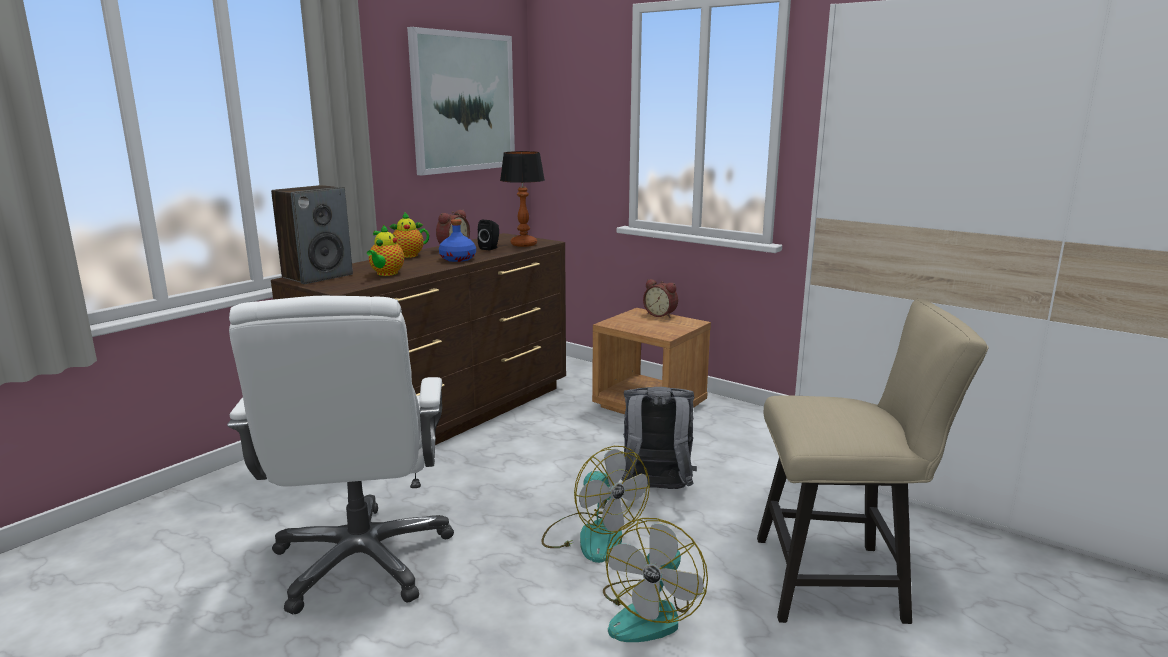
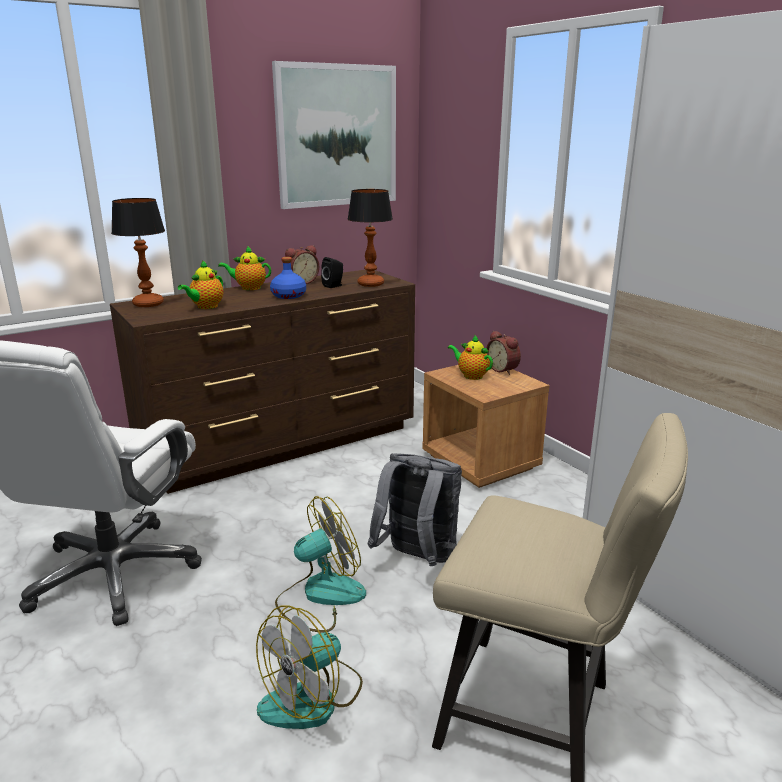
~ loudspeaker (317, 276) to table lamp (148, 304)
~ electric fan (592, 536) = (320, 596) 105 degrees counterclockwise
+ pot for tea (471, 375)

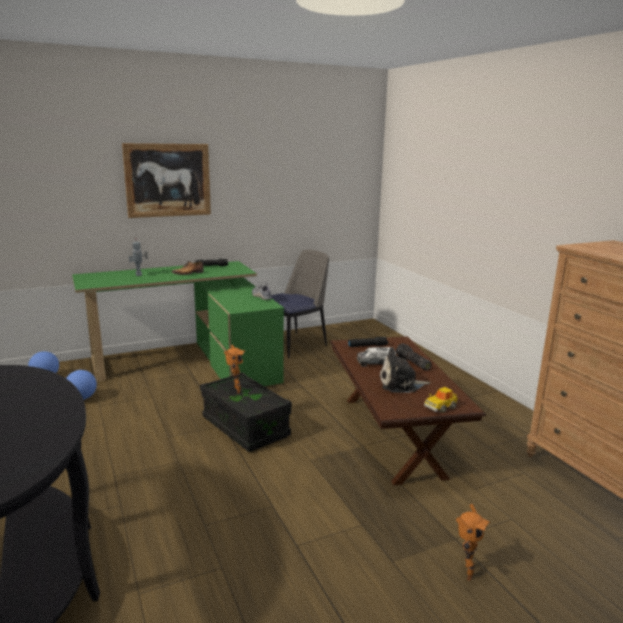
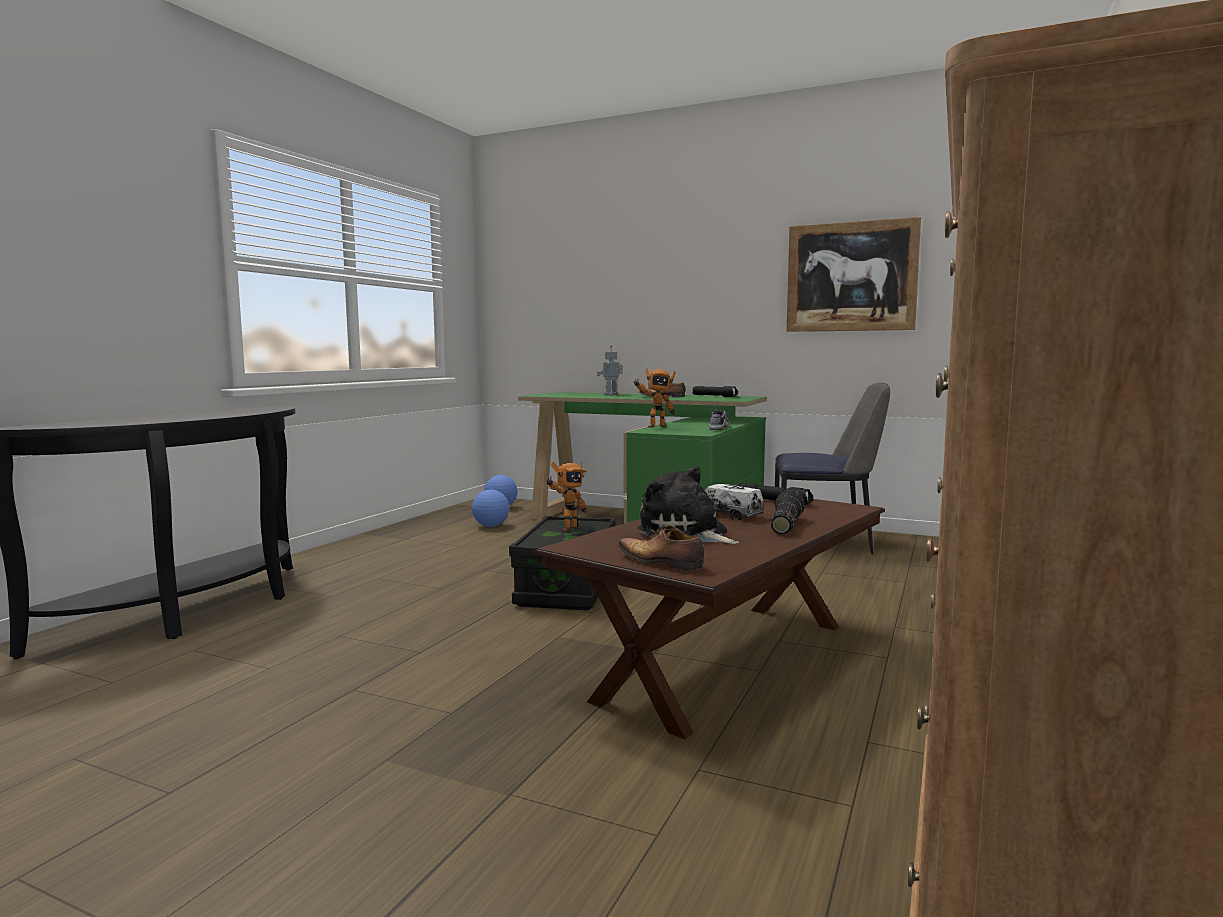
~ wall art (168, 180) to (851, 277)
~ toy car (440, 407) to item of footwear (660, 562)
~ model robot (465, 572) to (654, 426)

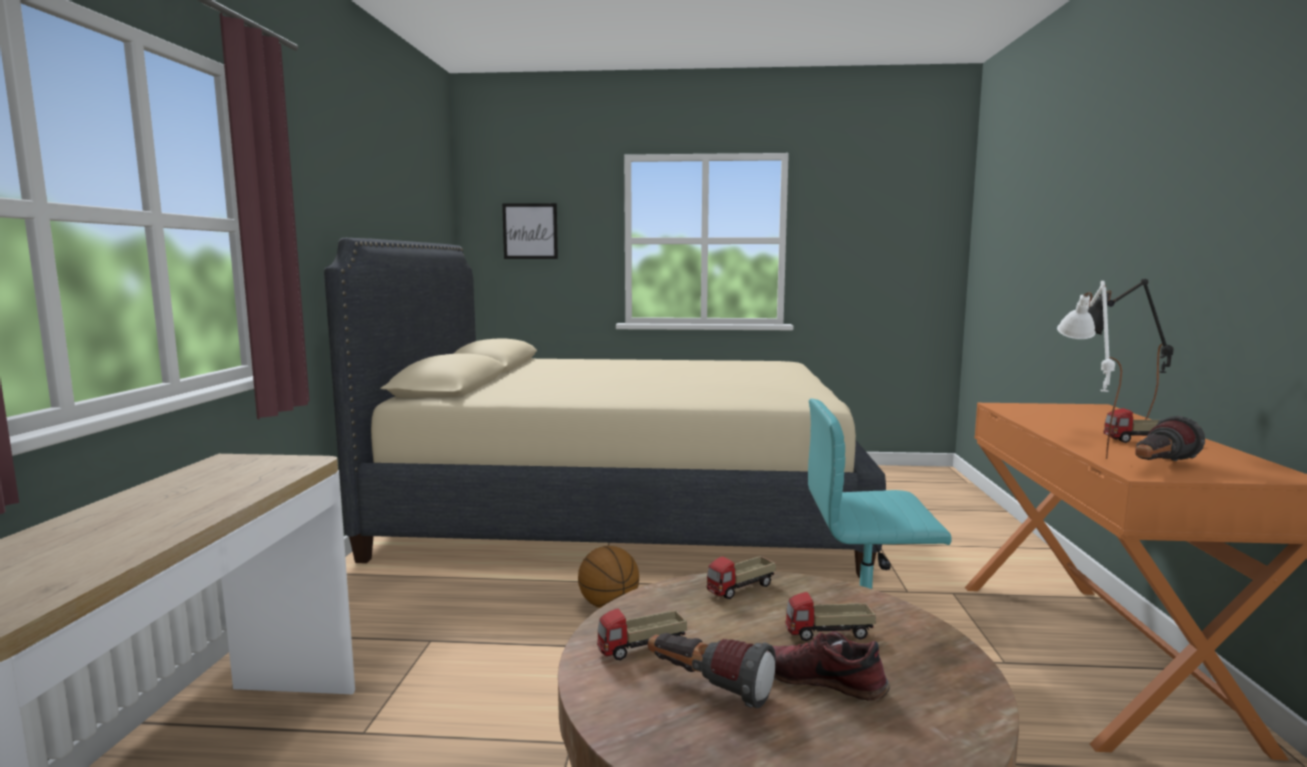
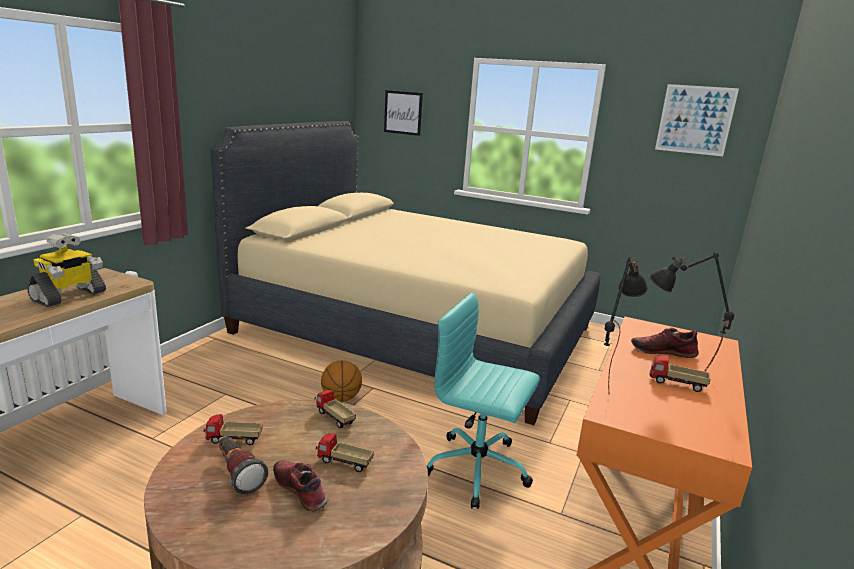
~ toy truck (741, 589) = (334, 418) 60 degrees clockwise
~ table lamp (whitish) (1077, 448) to table lamp (black-coloured) (607, 379)
- hand torch (1159, 467)
+ model robot (69, 296)
+ item of footwear (663, 351)
+ wall art (695, 120)

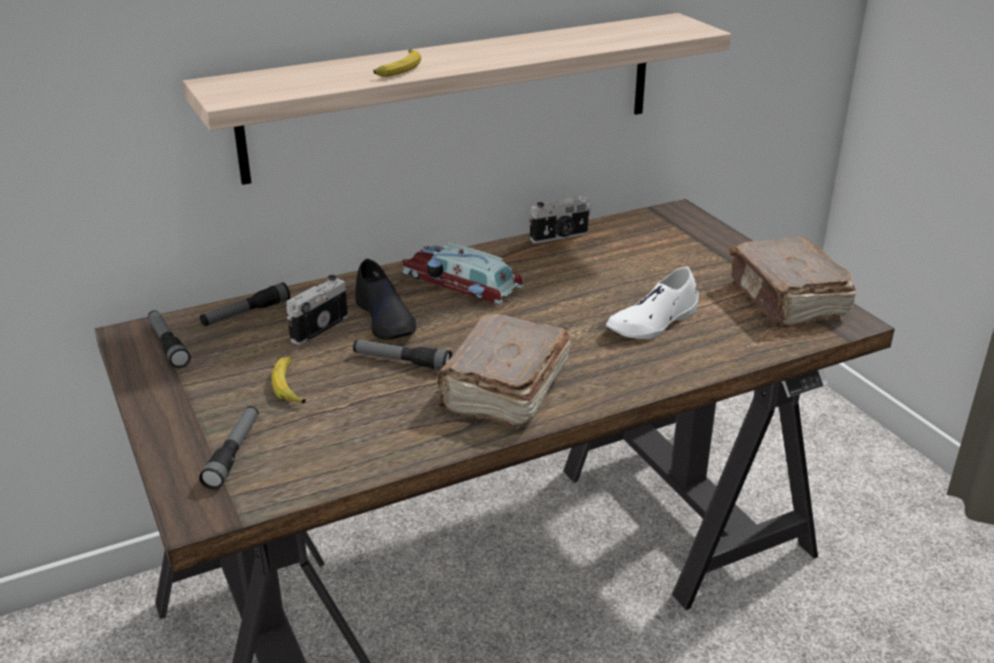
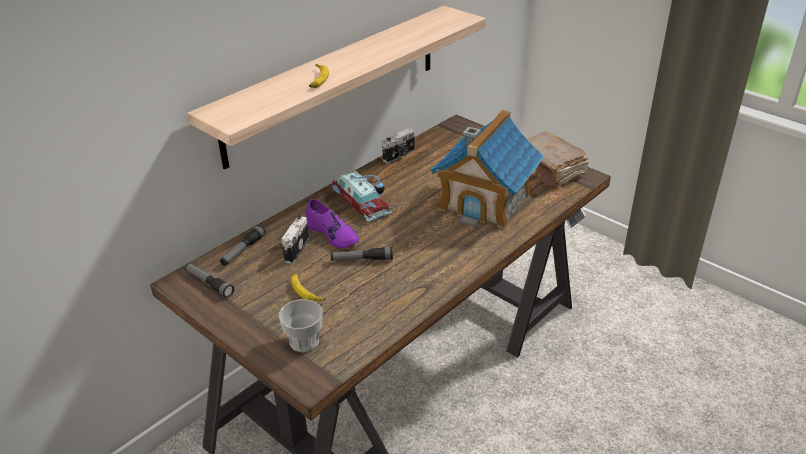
~ hand torch (233, 453) to cup (304, 341)
~ item of footwear (black-coloured) (385, 319) to item of footwear (purple) (332, 234)
~ toy car (461, 284) = (362, 200) 135 degrees counterclockwise
- book (brown) (503, 391)
~ item of footwear (whitish) (653, 322) to toy house (486, 201)

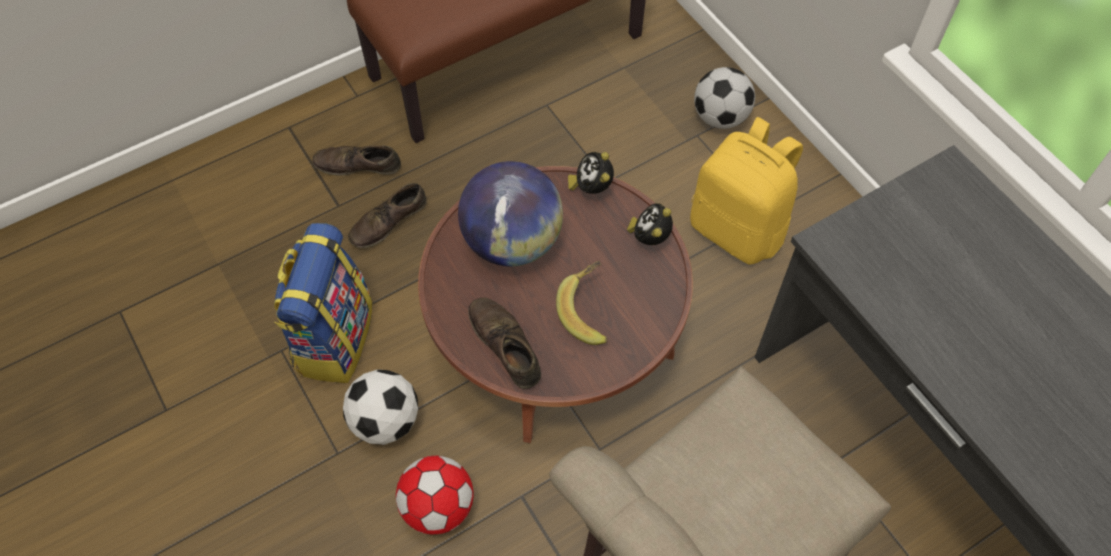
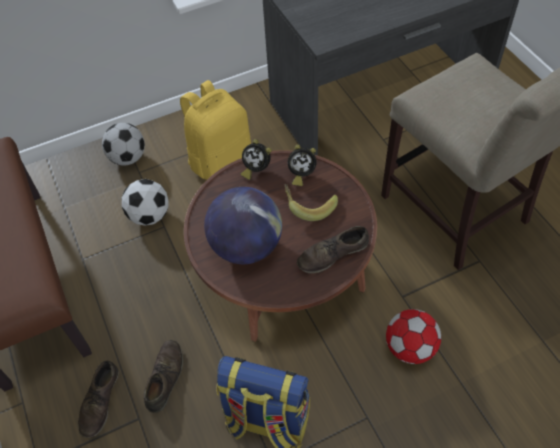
~ ball for football (385, 421) to (149, 215)
~ item of footwear (brown) (388, 222) = (164, 377) 135 degrees counterclockwise
~ table clock (591, 187) to (301, 174)

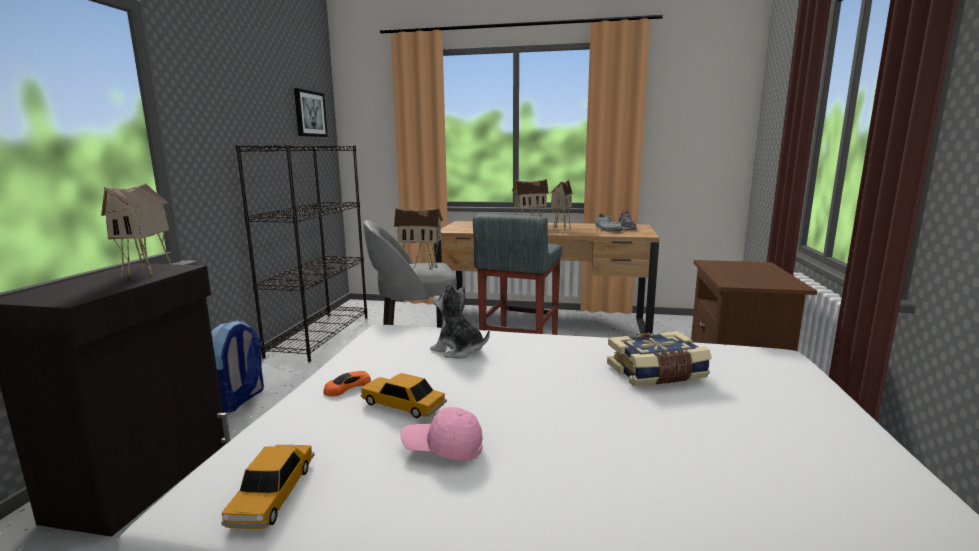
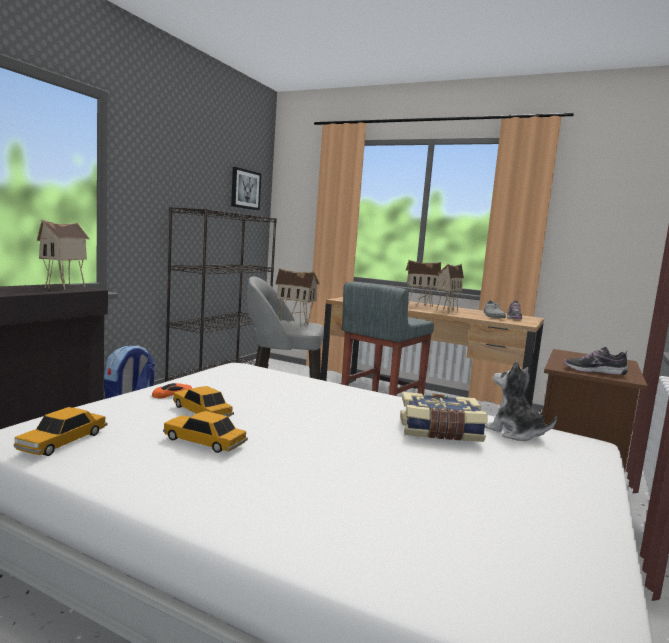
~ cap (pink-coloured) (443, 448) to toy car (204, 441)
~ soft toy (458, 350) to (515, 433)
+ item of footwear (594, 371)

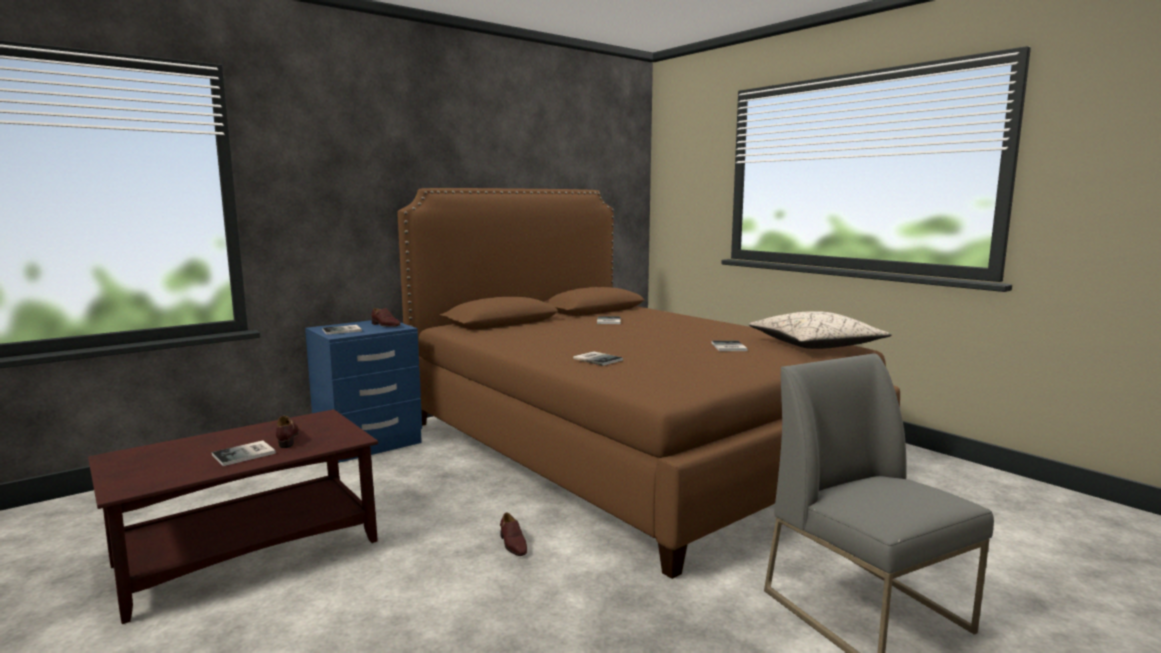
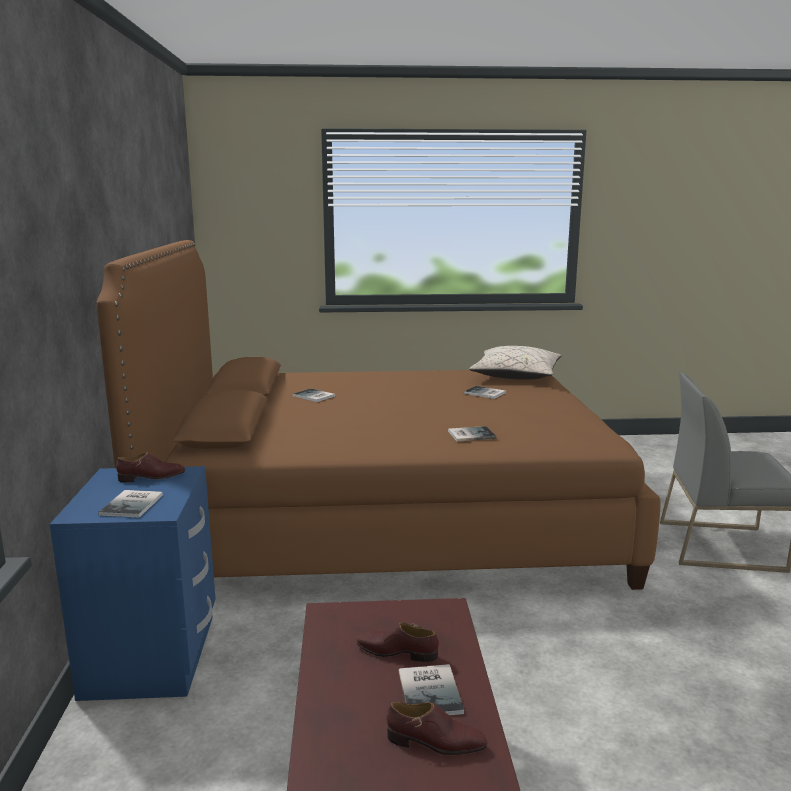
~ item of footwear (brown) (513, 544) to (436, 743)

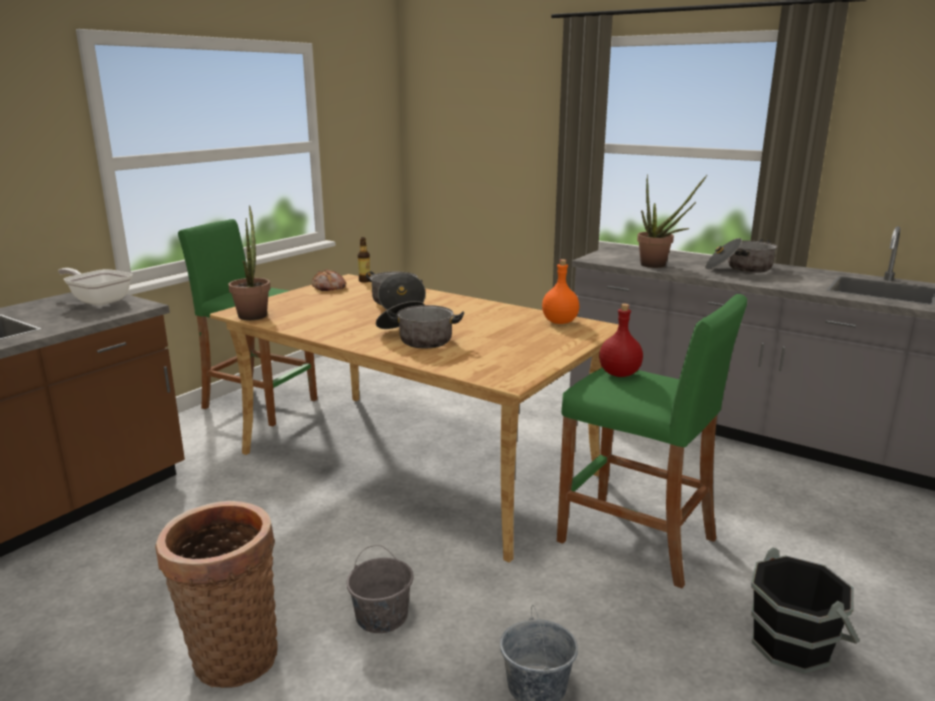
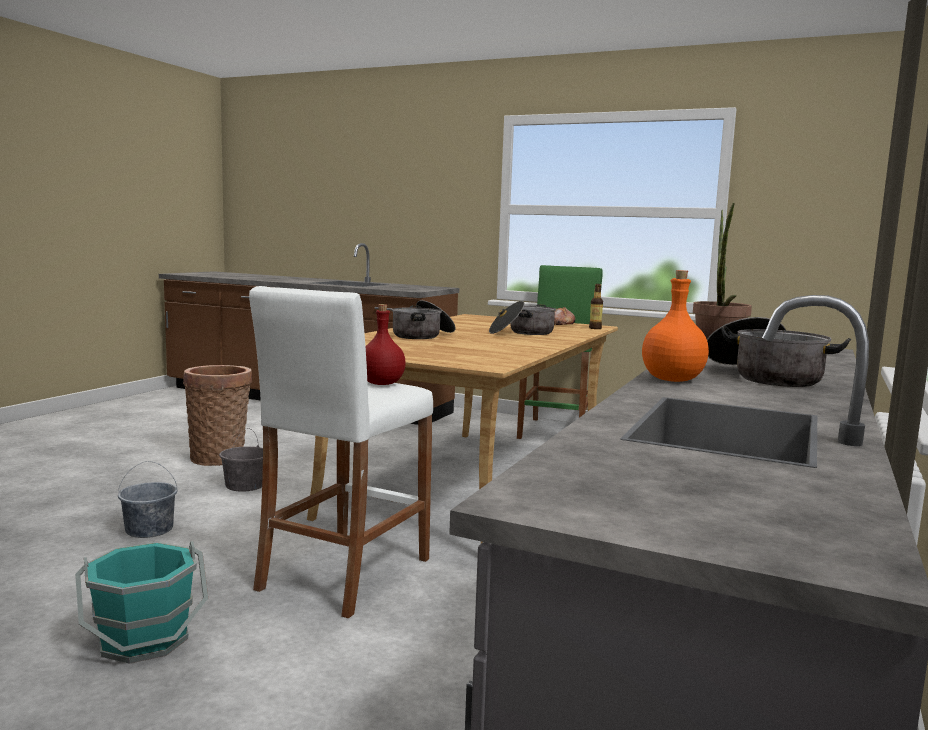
- frying pan (99, 300)
- houseplant (253, 314)
~ drink bottle (orange) (560, 322) to (673, 380)
~ sitting stool (green) (637, 540) to sitting stool (whitish) (344, 574)
~ pail (black-coloured) (791, 644) to pail (turquoise-coloured) (144, 640)

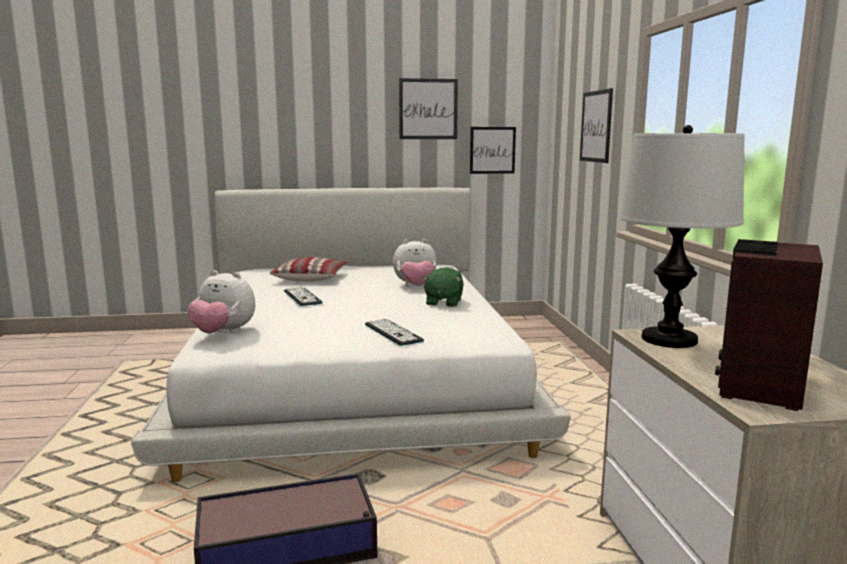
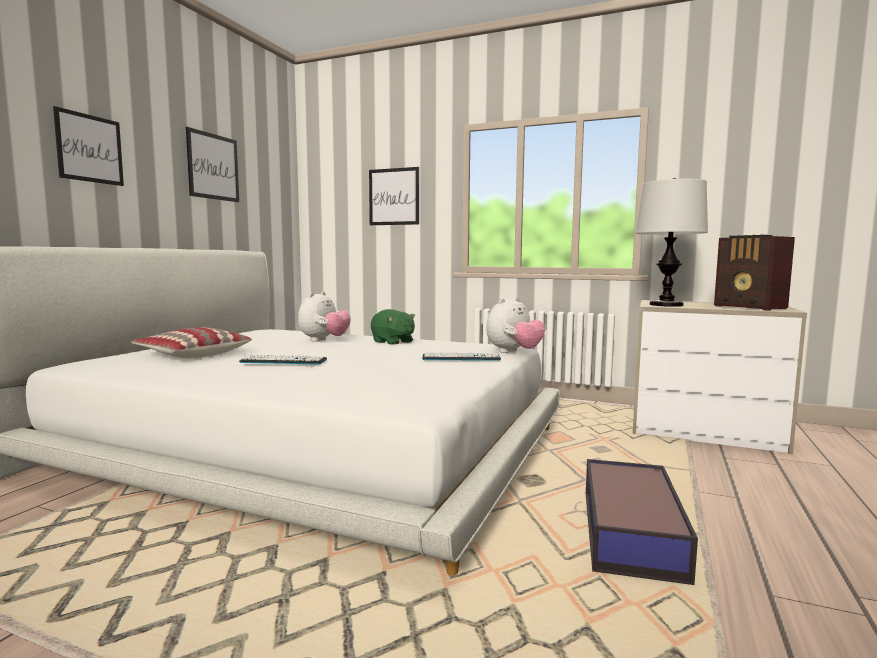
~ soft toy (223, 334) to (514, 352)
~ wall art (492, 150) to (89, 148)

